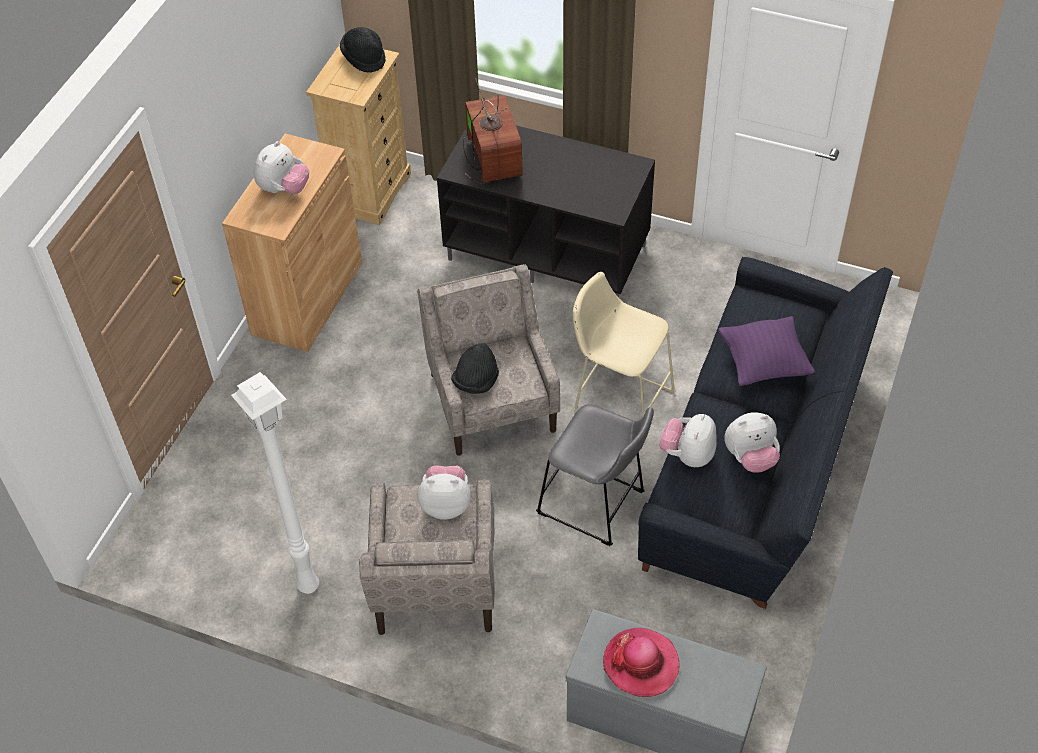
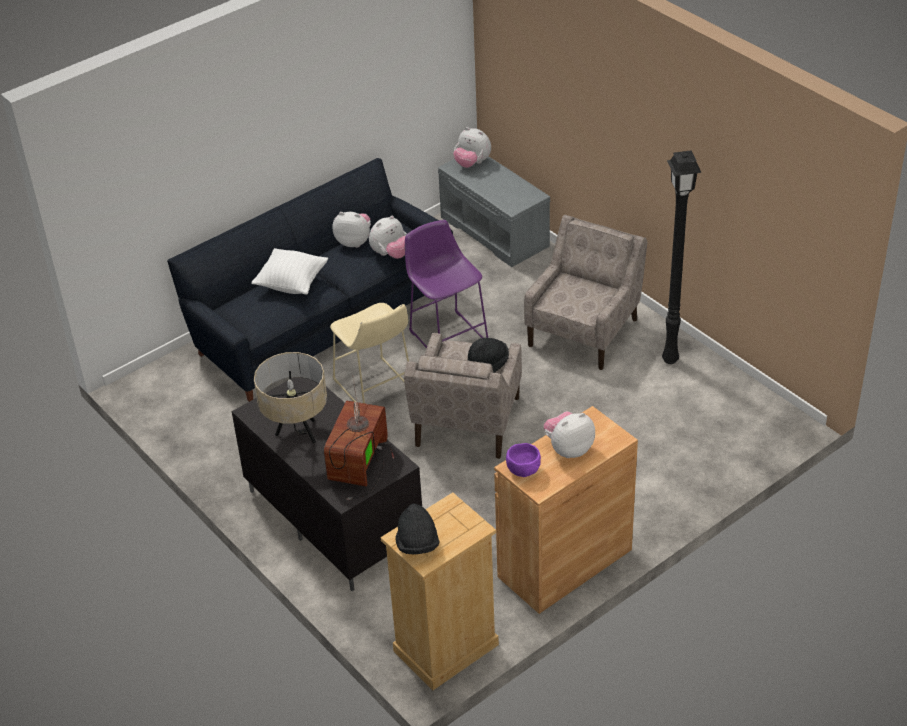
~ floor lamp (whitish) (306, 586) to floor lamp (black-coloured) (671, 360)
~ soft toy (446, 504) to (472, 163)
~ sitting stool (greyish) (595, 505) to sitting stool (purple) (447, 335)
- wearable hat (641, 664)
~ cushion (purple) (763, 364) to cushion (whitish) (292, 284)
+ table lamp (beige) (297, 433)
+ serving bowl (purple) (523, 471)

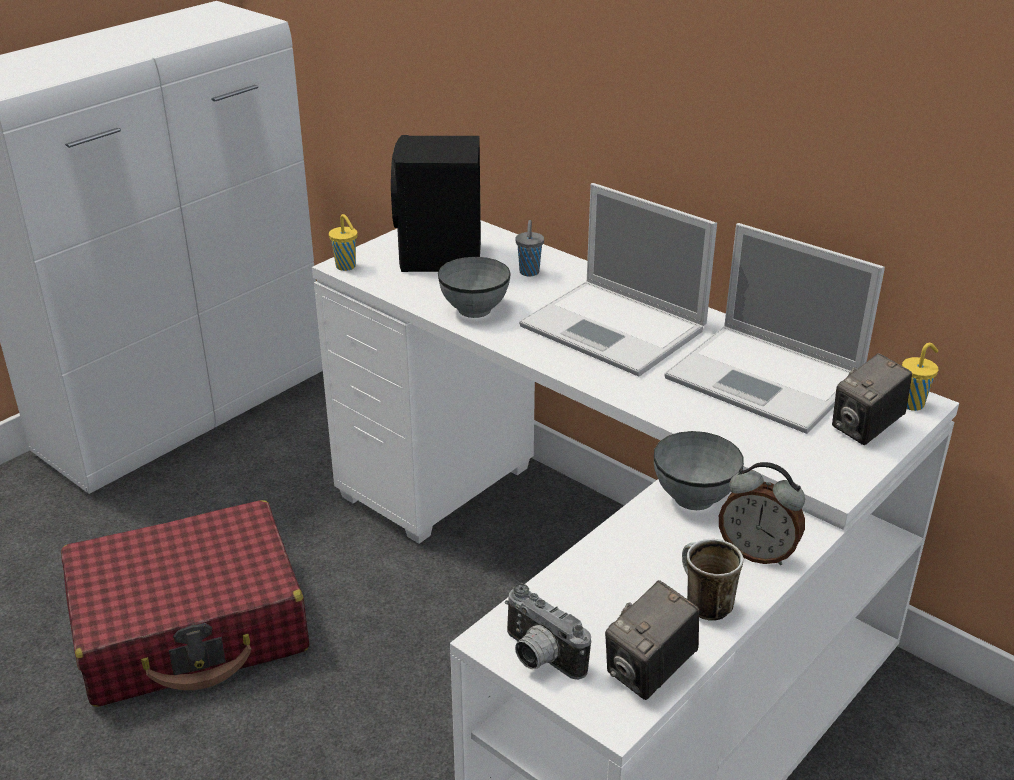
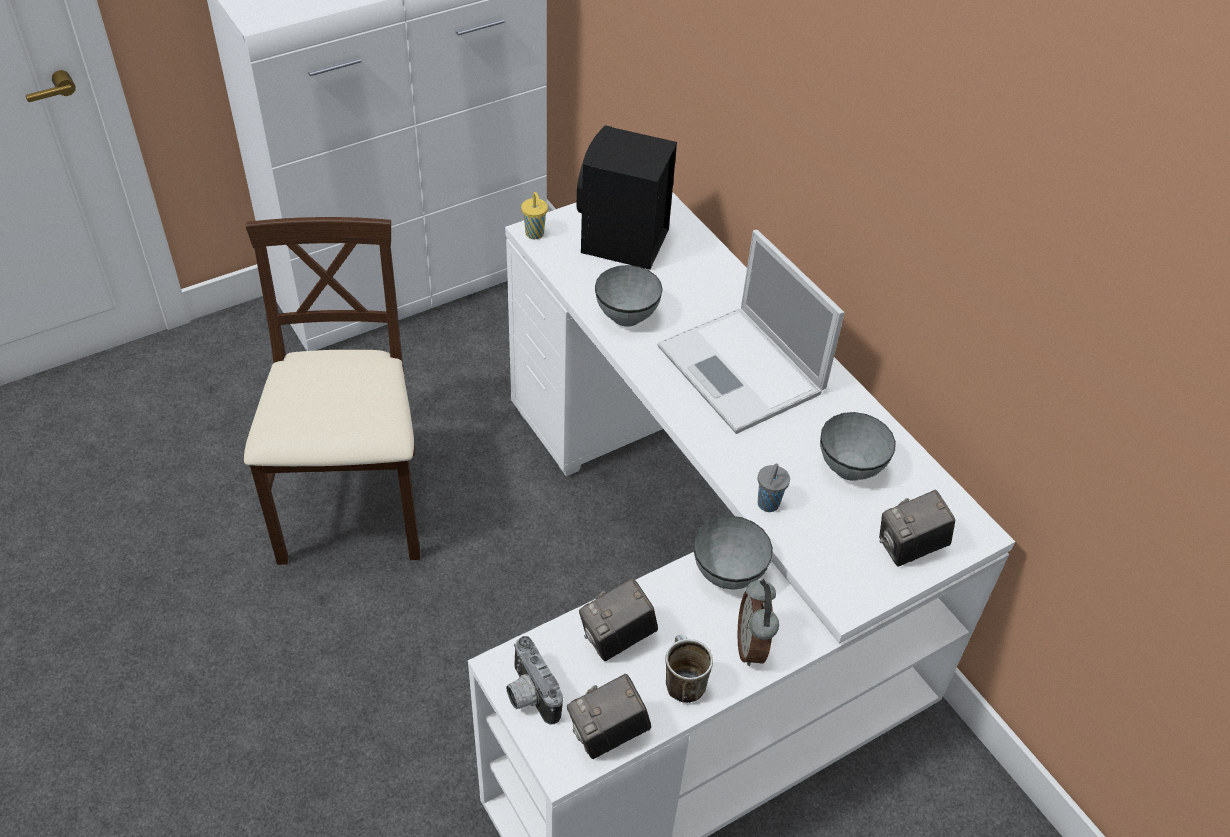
~ travel case (reddish) (191, 626) to plain chair (beige) (354, 507)
~ cup (greyish) (529, 273) to (767, 505)
~ portable computer (767, 379) to serving bowl (greyish) (851, 467)
~ table clock (757, 553) = (752, 646) 45 degrees clockwise
- cup (yellow) (913, 404)
+ photo camera (617, 638)

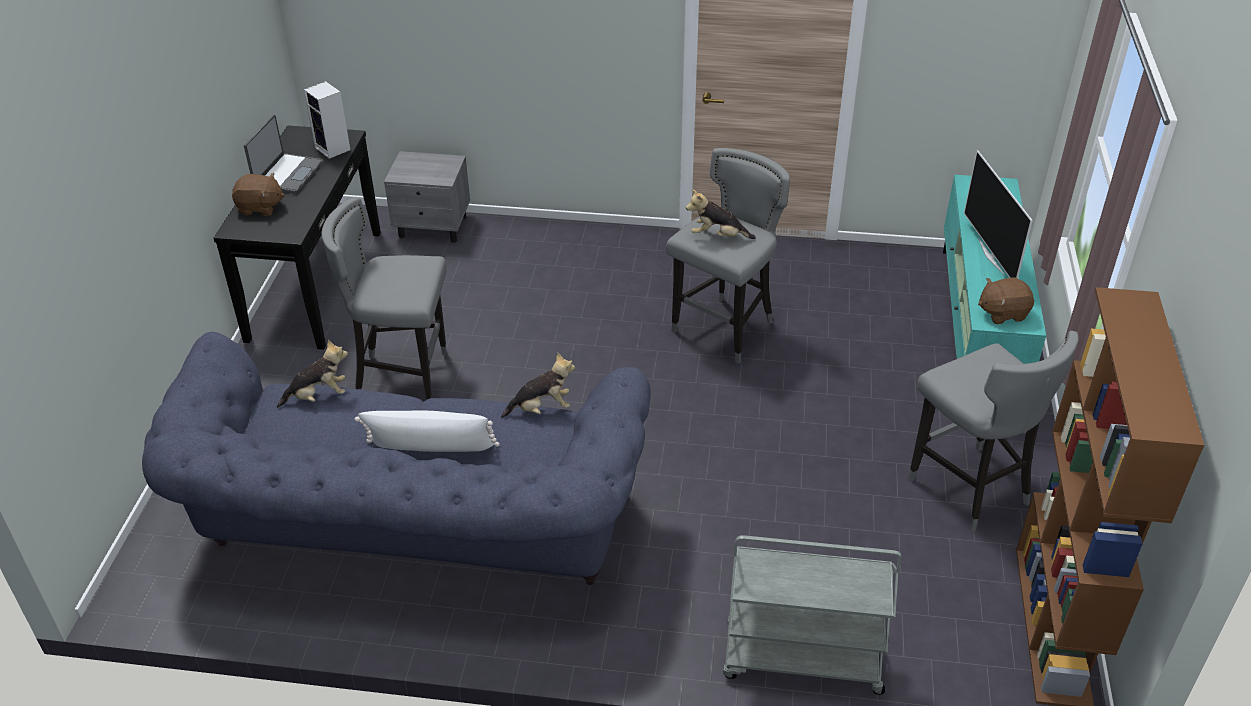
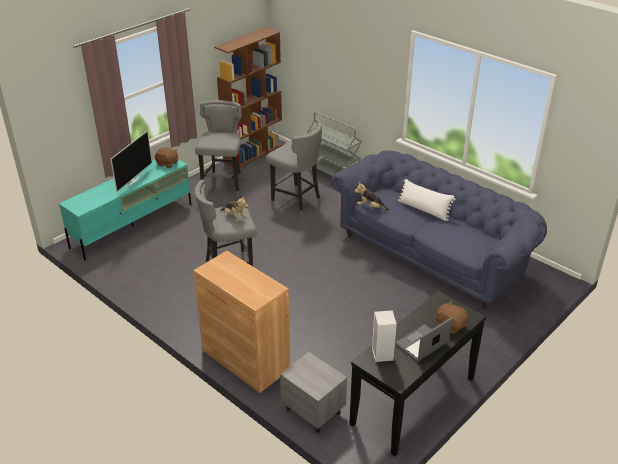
- soft toy (318, 396)
~ sitting stool (greyish) (404, 378) to (296, 203)
+ cabinet (brown) (245, 360)

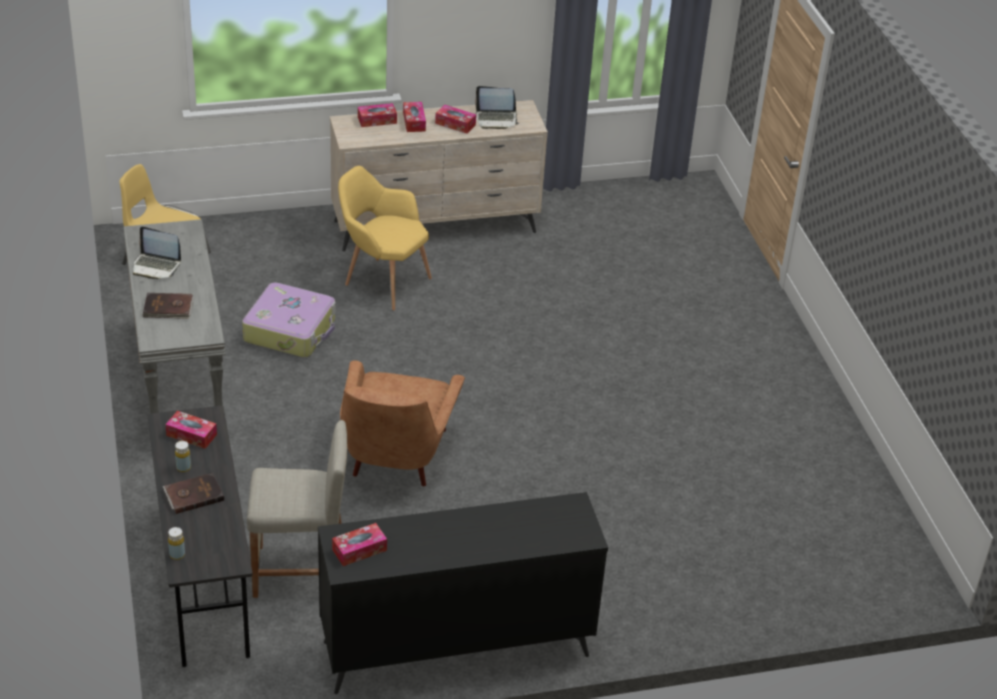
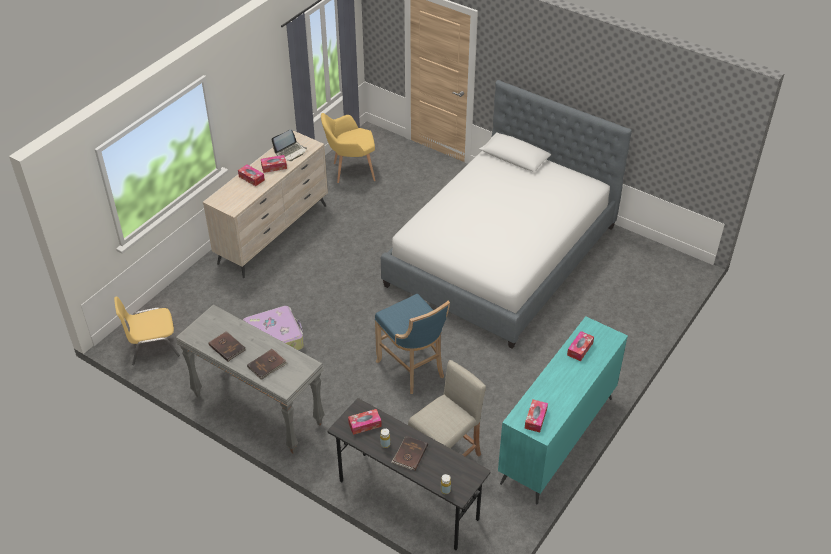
~ portable computer (156, 266) to book (brown) (227, 347)
~ dresser (black-coloured) (455, 648) to dresser (turquoise-coloured) (556, 440)
~ lounge chair (yellow) (382, 281) to (350, 171)
~ lounge chair (brown) (395, 459) to sitting stool (bluish) (413, 369)
~ tissue box (377, 120) to (580, 349)
+ sleeping bed (502, 255)

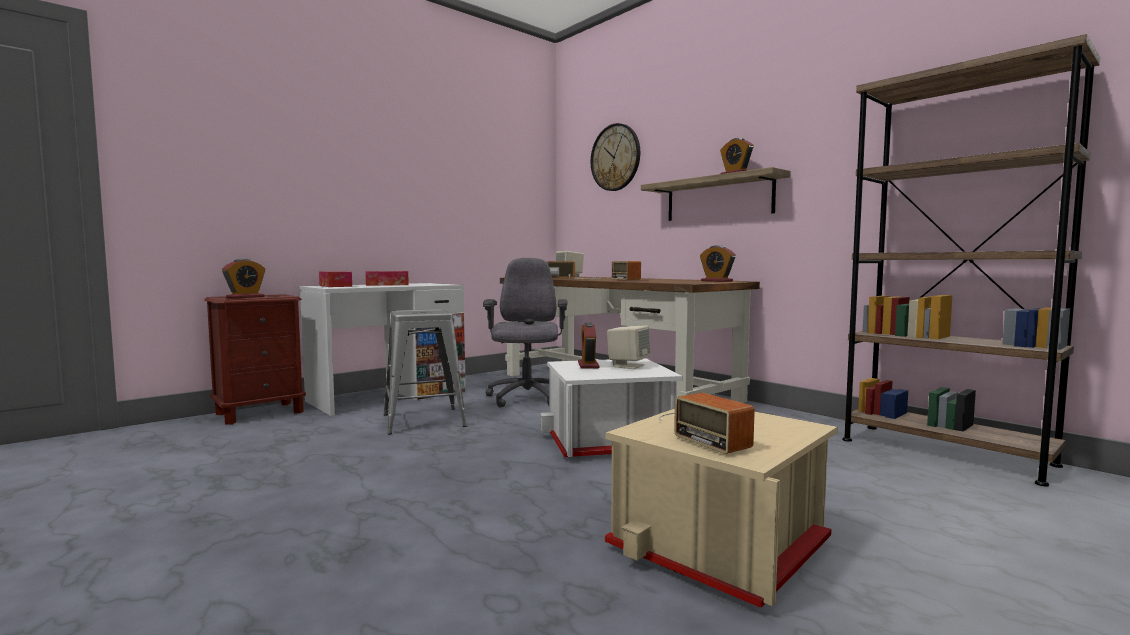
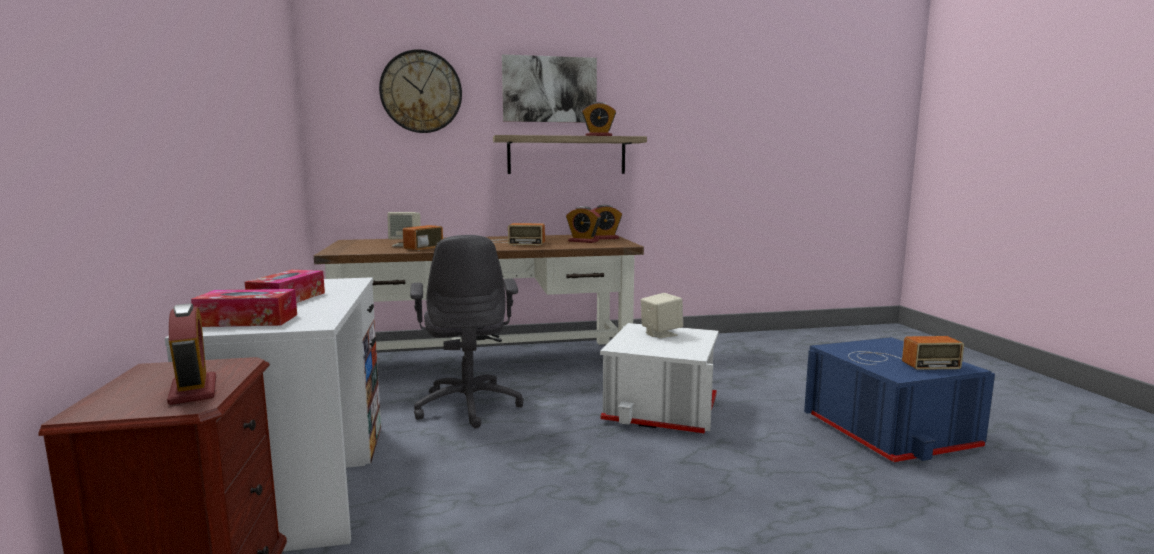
- sitting stool (greyish) (424, 420)
~ office chair (greyish) (526, 398) = (469, 406) 135 degrees counterclockwise
~ table clock (588, 365) to (583, 241)
~ storage container (beige) (722, 543) to storage container (bluish) (889, 432)
- bookshelf (brown) (944, 452)
+ wall art (549, 89)

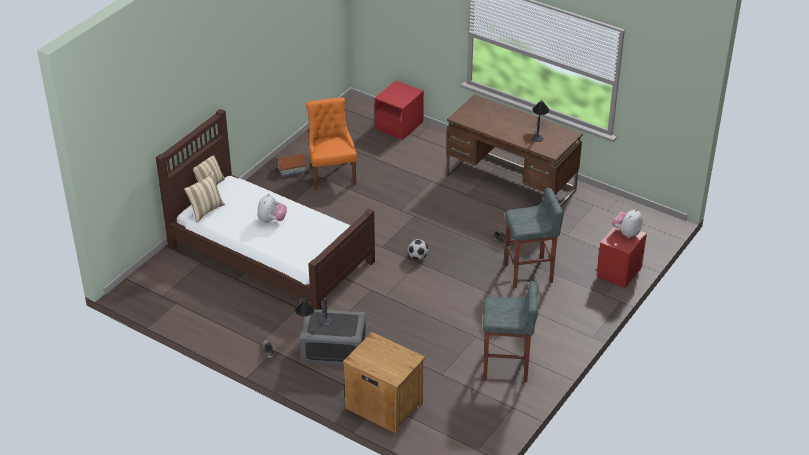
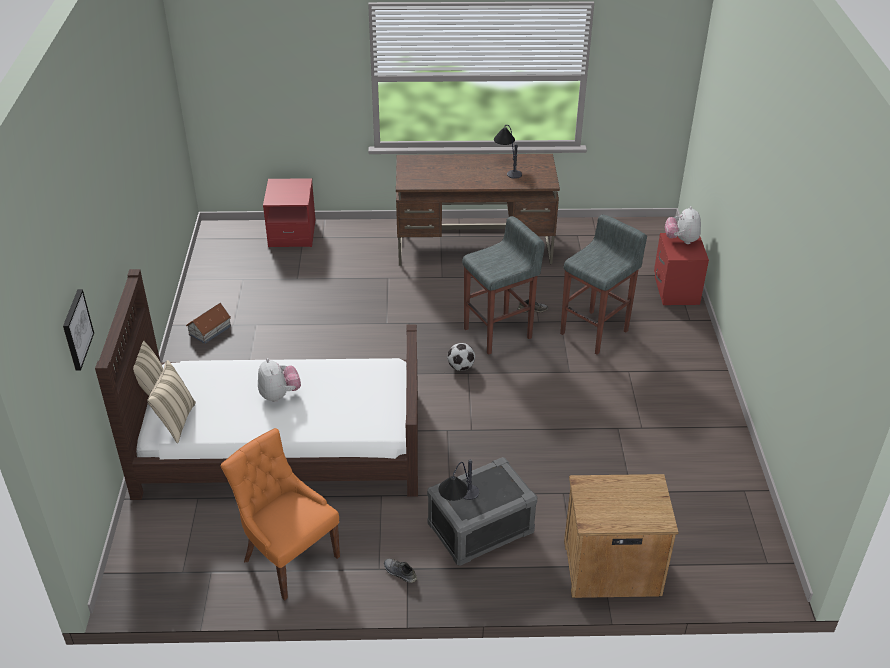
~ plain chair (orange) (331, 175) to (288, 558)
~ sitting stool (greyish) (506, 367) to (499, 333)
+ wall art (76, 329)

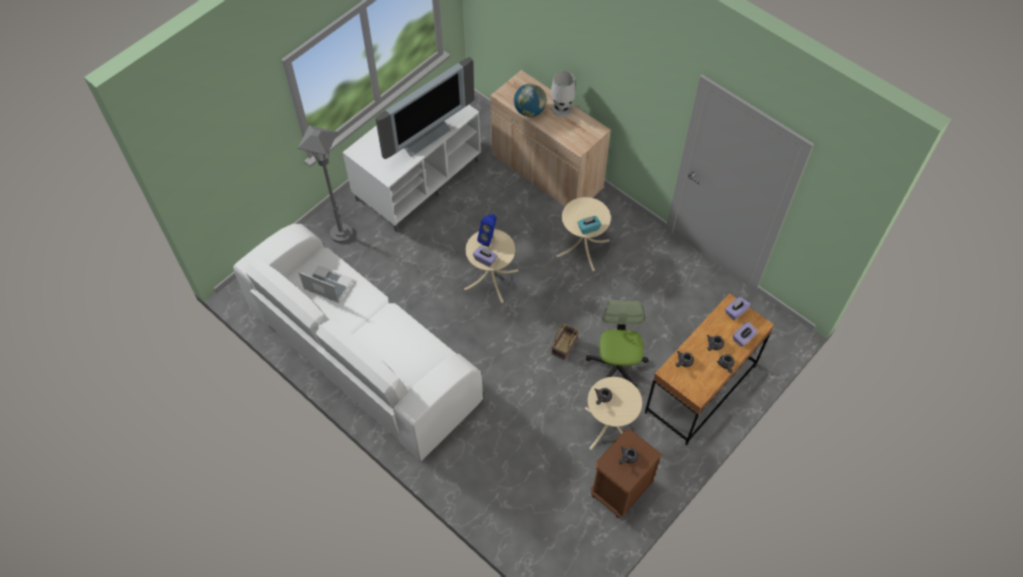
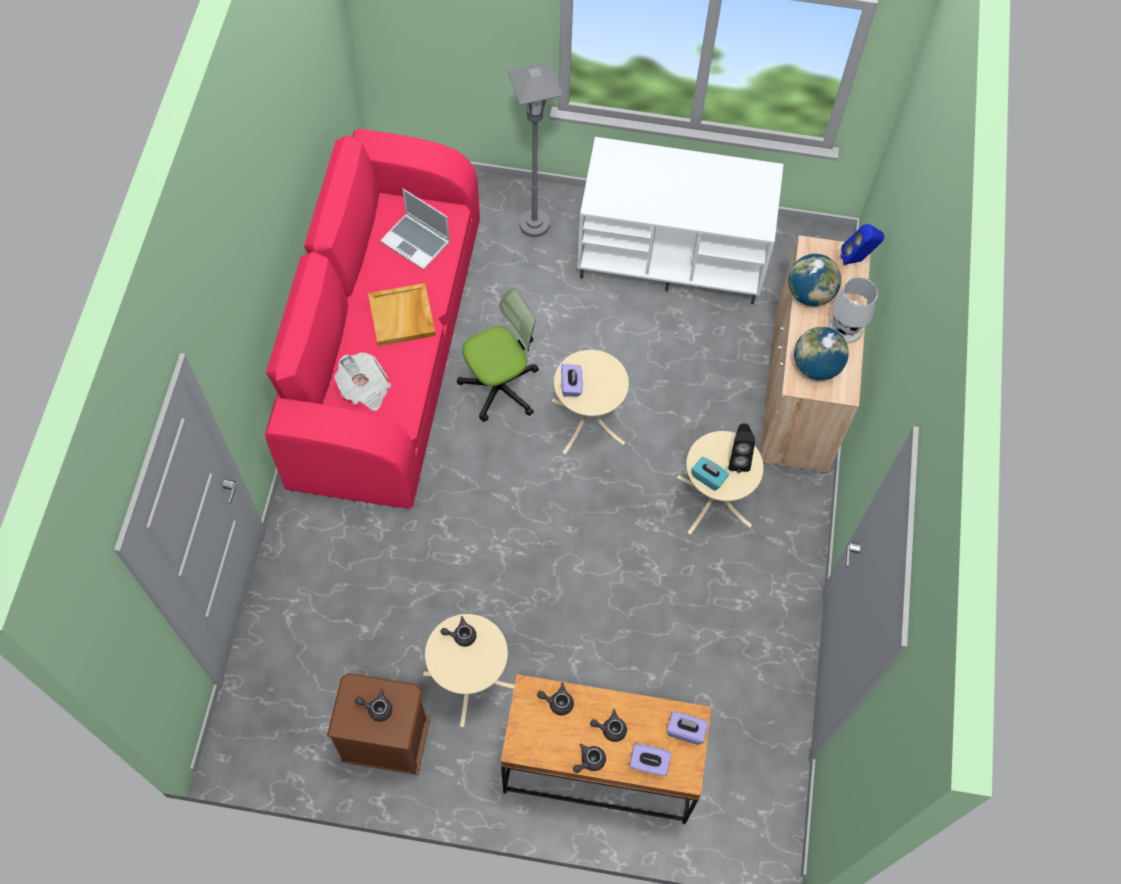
~ settee (whitish) (363, 356) to settee (pink-coloured) (386, 348)
~ portable computer (327, 285) = (417, 242) 135 degrees clockwise
- TV (423, 135)
~ loudspeaker (bluish) (488, 238) to (857, 259)
- storage basket (564, 347)
~ office chair (616, 367) to (500, 387)
+ daily paper (364, 389)
+ serving tray (beige) (402, 316)
+ loudspeaker (black-coloured) (738, 458)
+ world globe (816, 366)

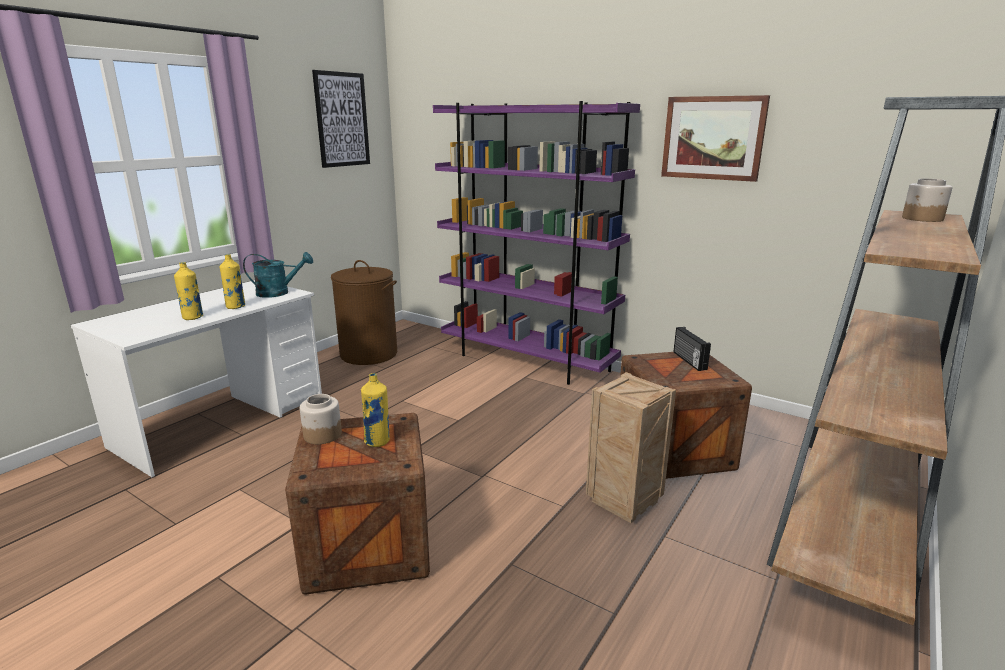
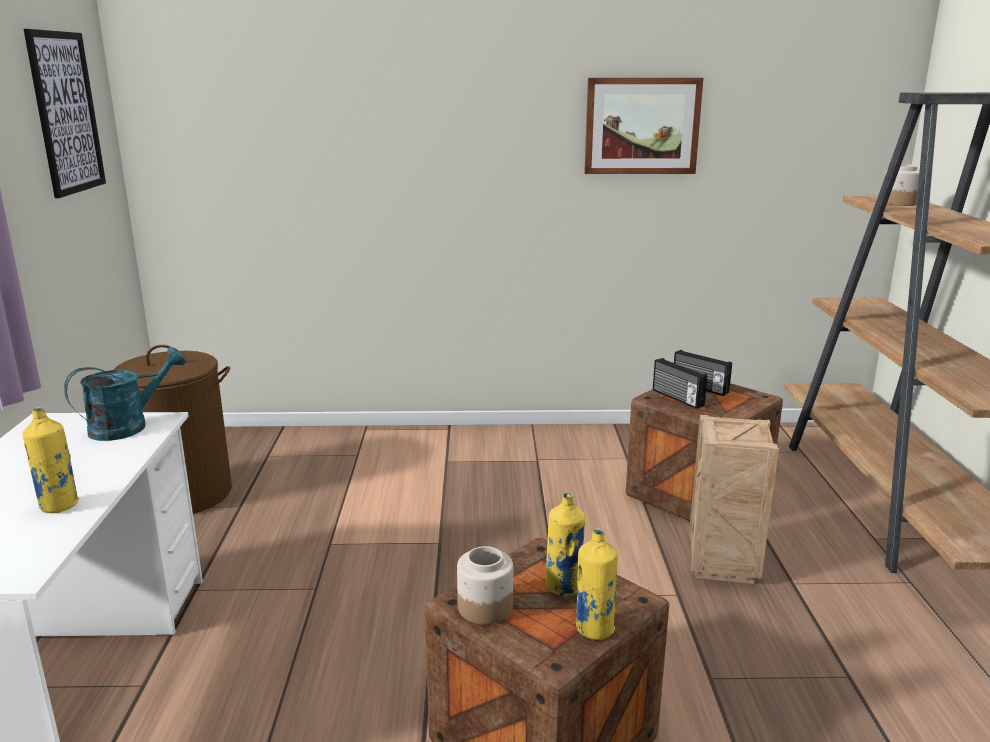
~ drink bottle (yellow) (236, 307) to (594, 629)
- bookshelf (purple) (526, 361)
+ radio receiver (677, 398)

